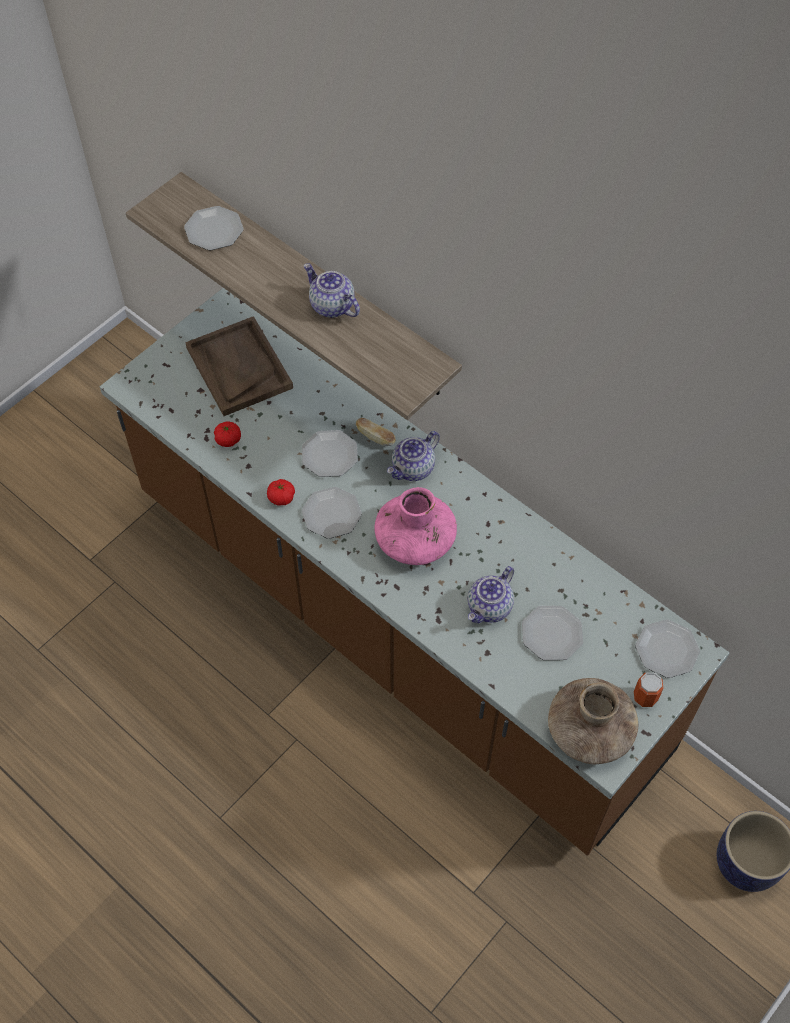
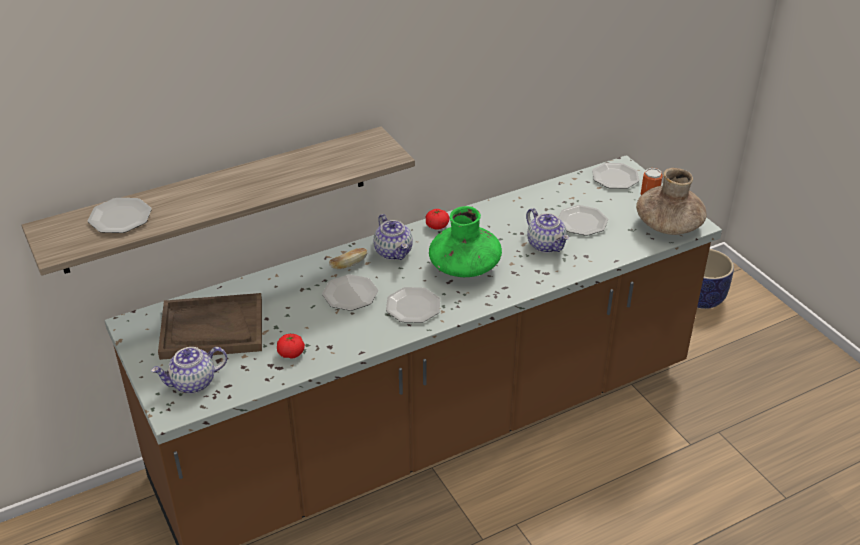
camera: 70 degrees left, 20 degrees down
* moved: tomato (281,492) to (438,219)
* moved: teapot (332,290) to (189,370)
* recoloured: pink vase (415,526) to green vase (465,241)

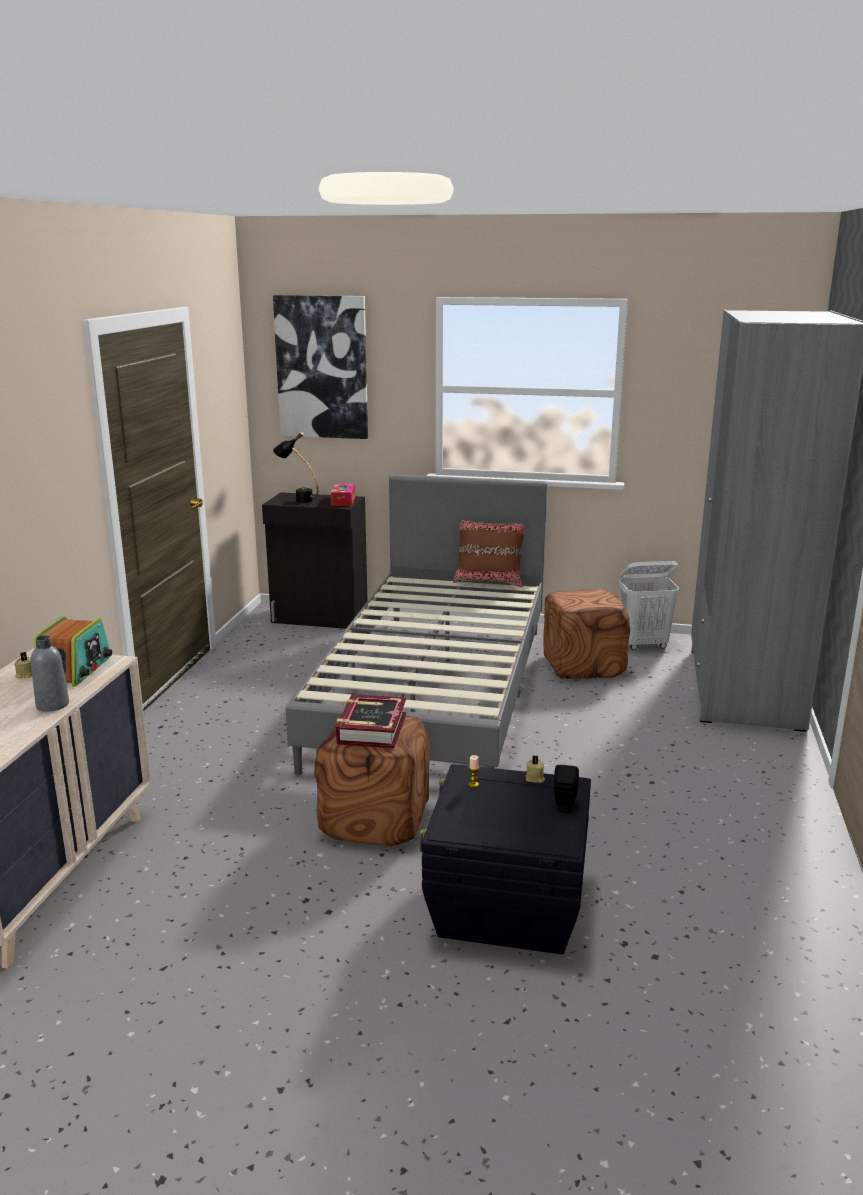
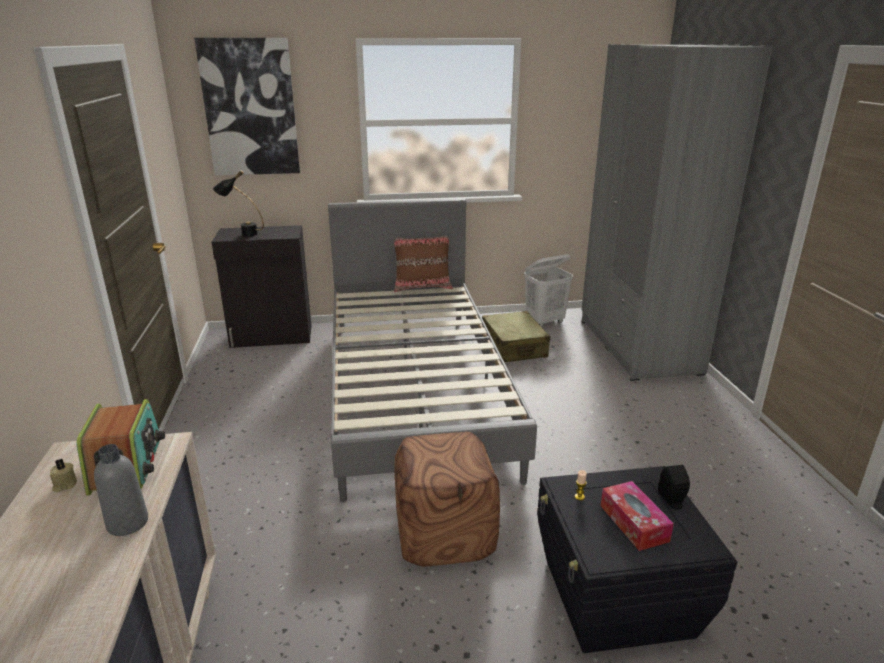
camera: 20 degrees left, 5 degrees up
* moved: tissue box (343,494) to (637,516)
* removed: book (371,721)
* removed: beige candle (535,769)
* replaced: brown ottoman (586,634) to beige suitcase (516,336)

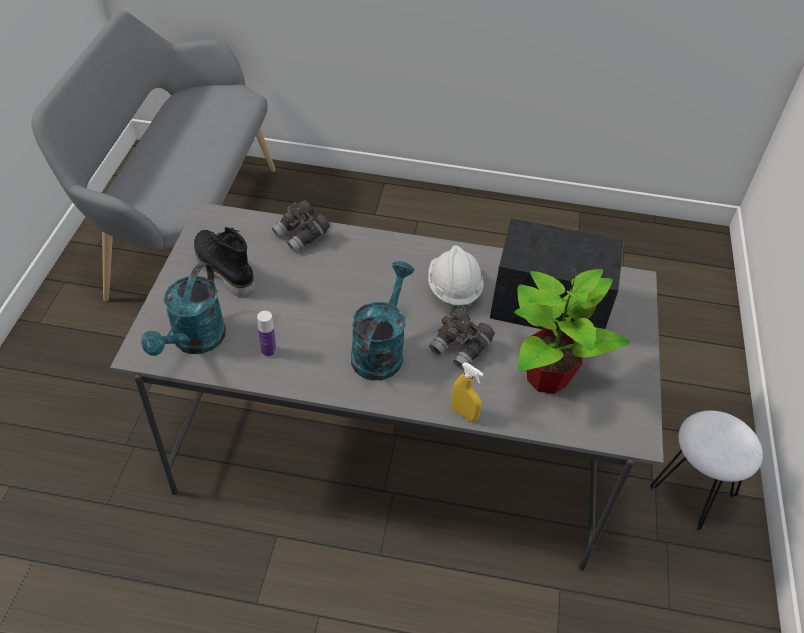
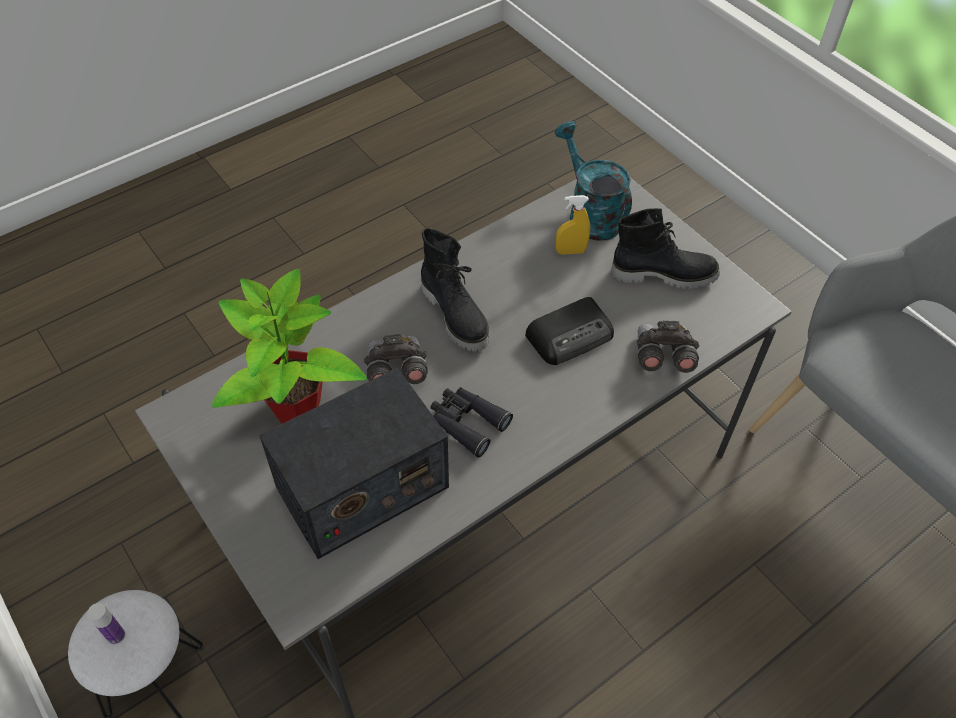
camera: 135 degrees right, 5 degrees up
* moved: bottle (266,334) to (106,623)
* replaced: turquoise watering can (382,321) to black boot (455,290)
* replaced: white hard hat (455,278) to black binoculars (471,422)
* moved: yellow spray bottle (467,392) to (573,225)
* added: radio (569,331)

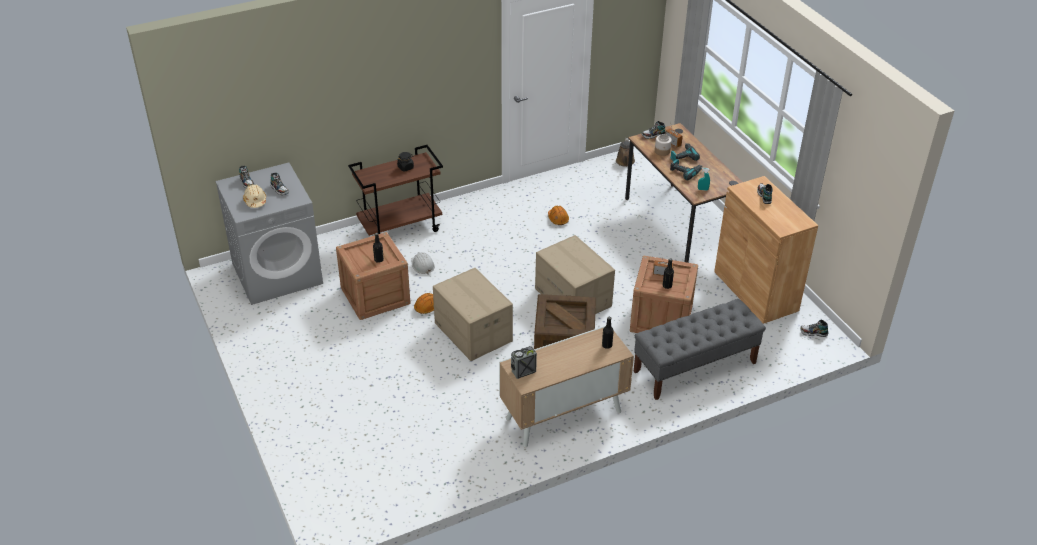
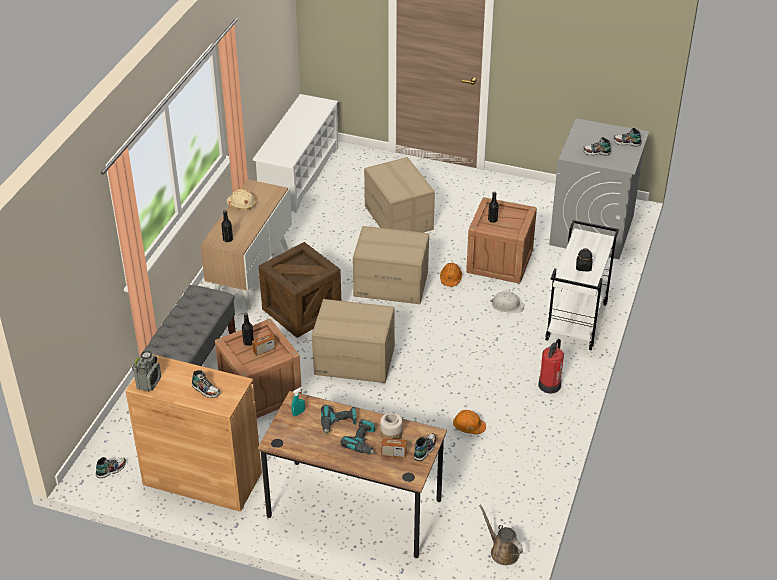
camera: 135 degrees right, 0 degrees up
* moved: beige hard hat (254,196) to (241,199)
* recoloured: brown cart (395,190) to white cart (582,285)
* moved: radio (524,362) to (147,371)
* added: white shoe rack (295,153)
* added: cardboard box (399,195)
* added: fire extinguisher (551,366)

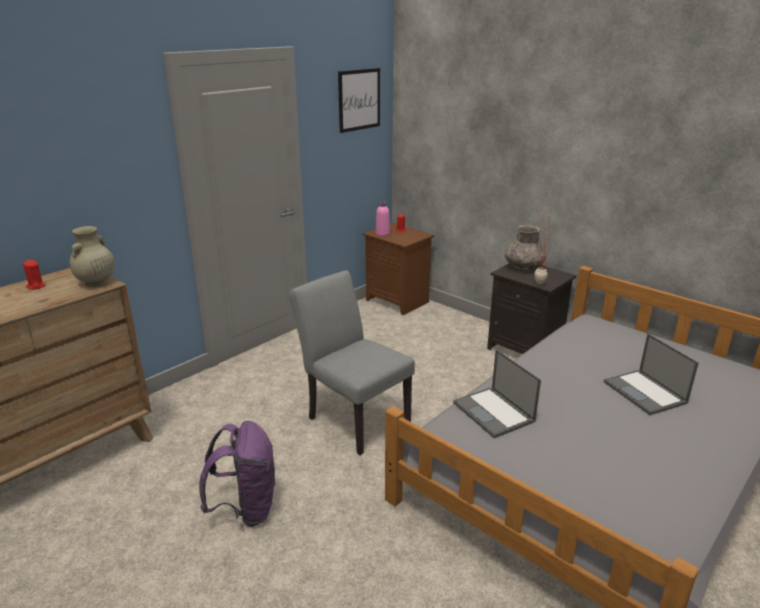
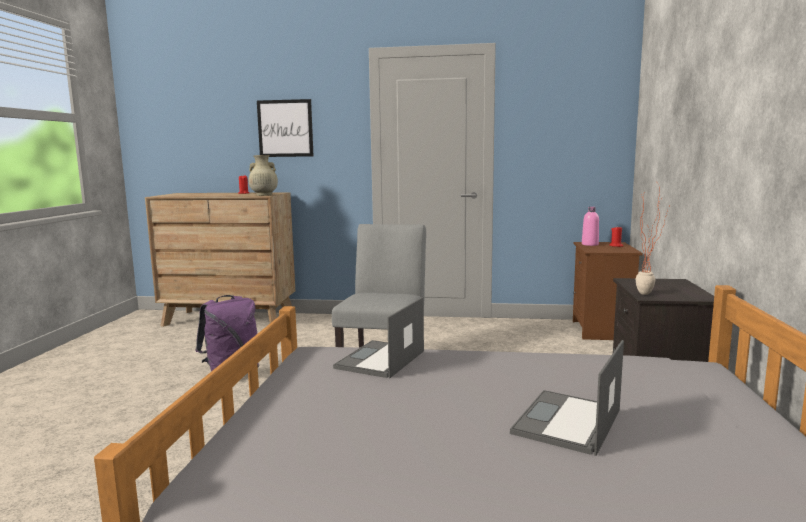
camera: 55 degrees right, 15 degrees down
* moved: picture (359,100) to (285,128)
* removed: grey vase (525,247)

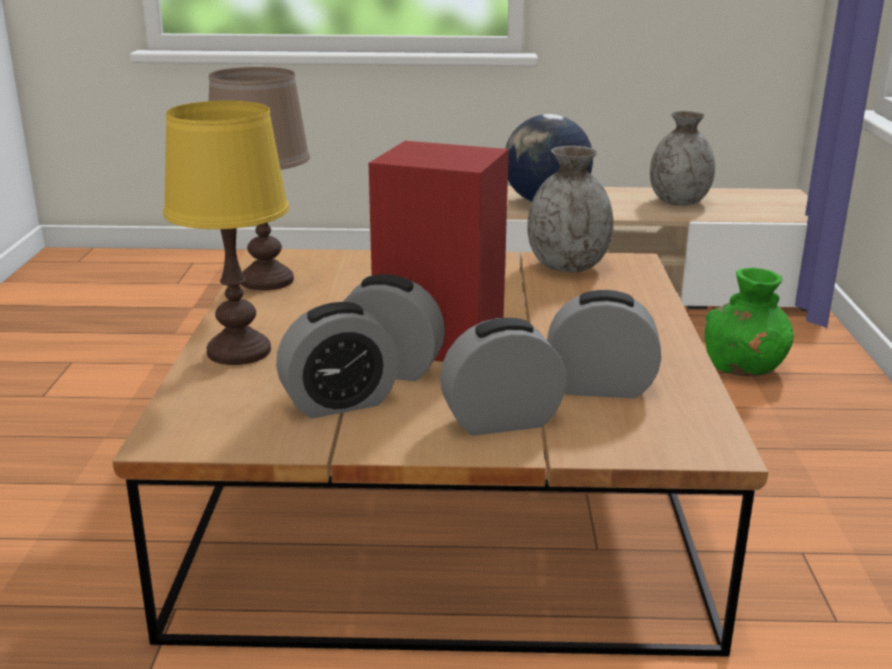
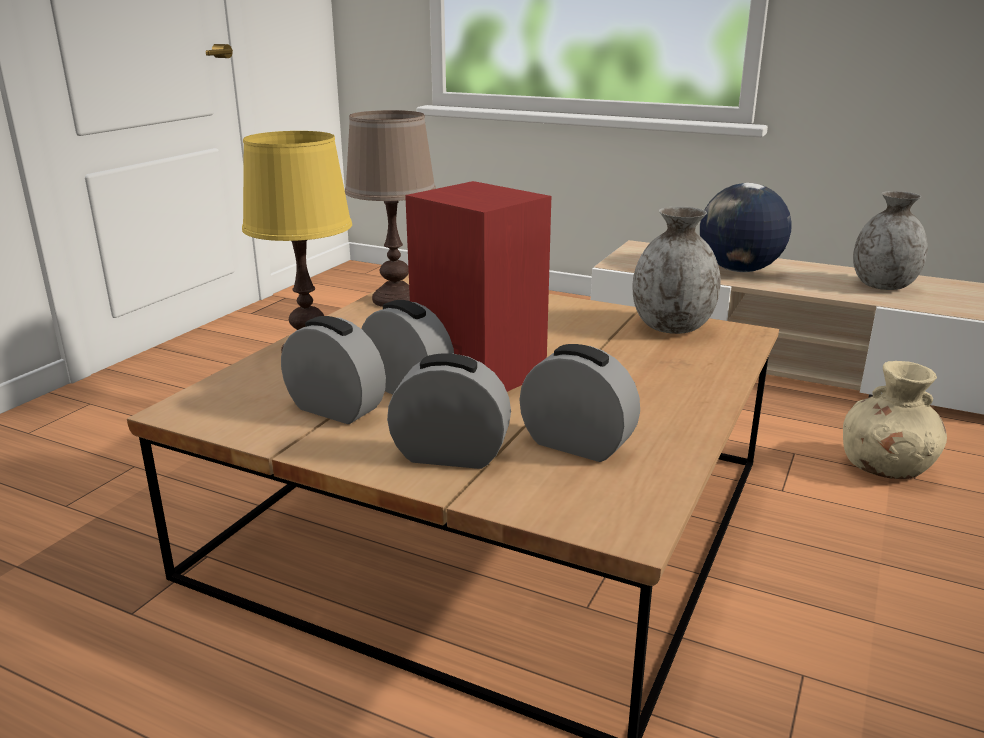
camera: 25 degrees right, 0 degrees up
* turned: alarm clock (337,360) = (333,370) 150 degrees counterclockwise
* recoloured: green vase (749,322) to beige vase (895,420)

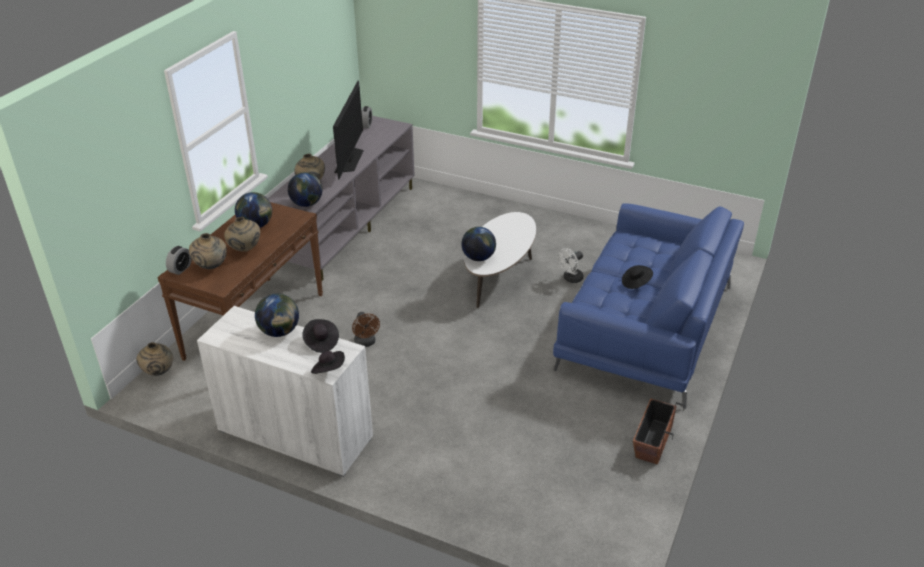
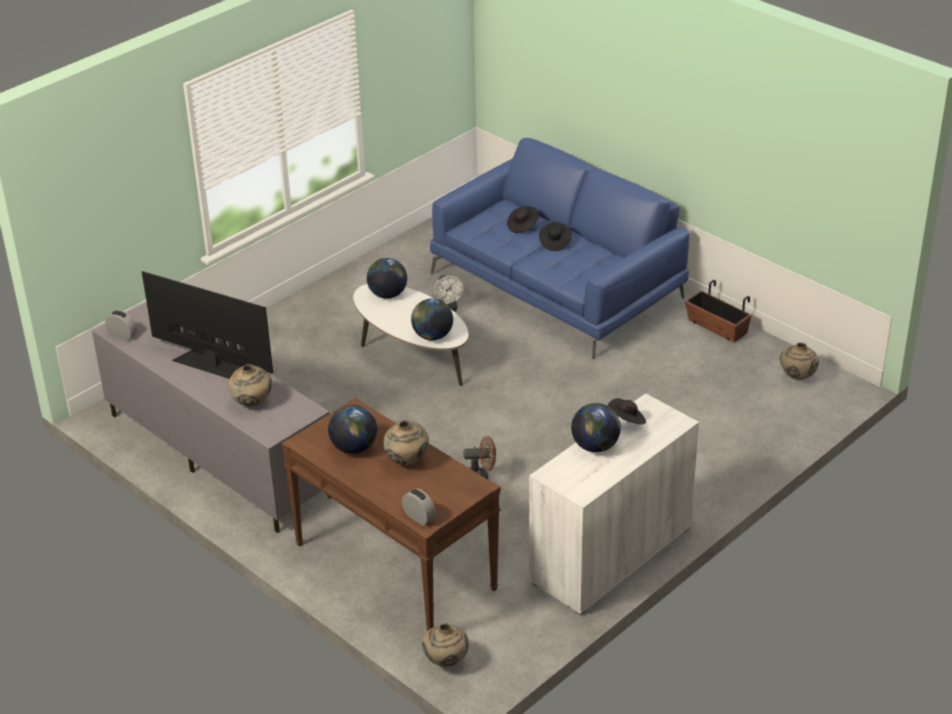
camera: 70 degrees left, 0 degrees up
* moved: beige vase (208,251) to (799,361)
* moved: globe (305,189) to (387,278)
* moved: black hat (328,362) to (523,220)

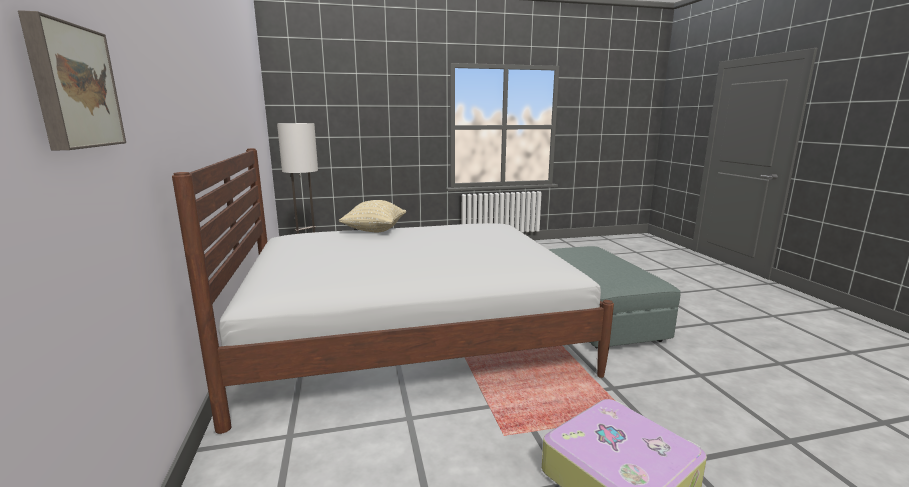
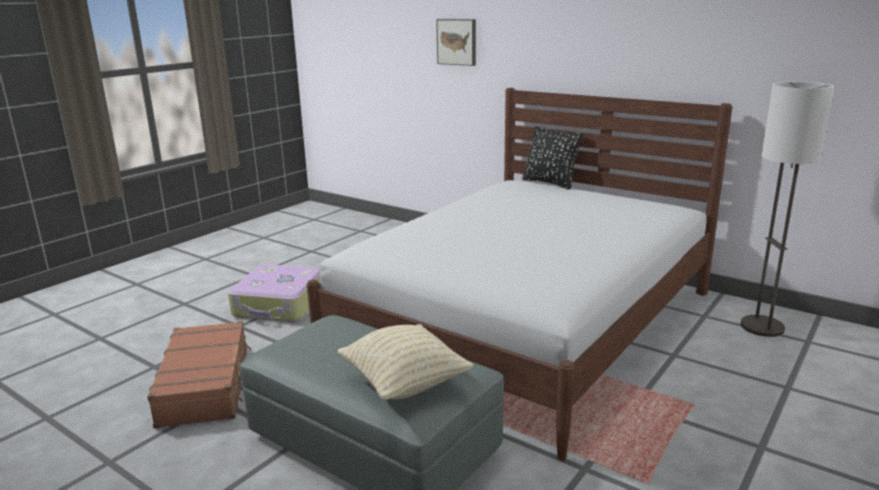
camera: 140 degrees right, 5 degrees up
* moved: beige pillow (372,216) to (405,362)
* added: brown suitcase (199,375)
* added: black pillow (553,158)

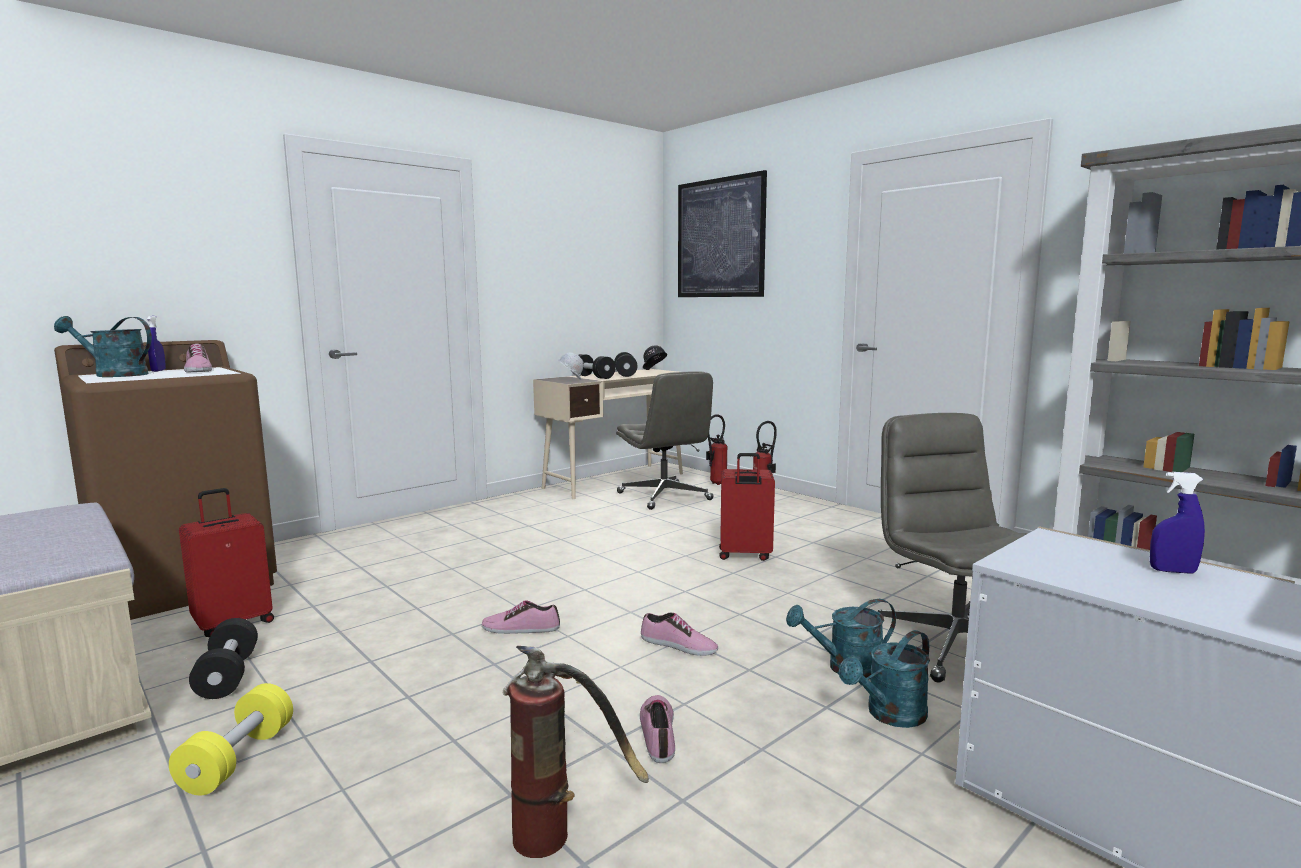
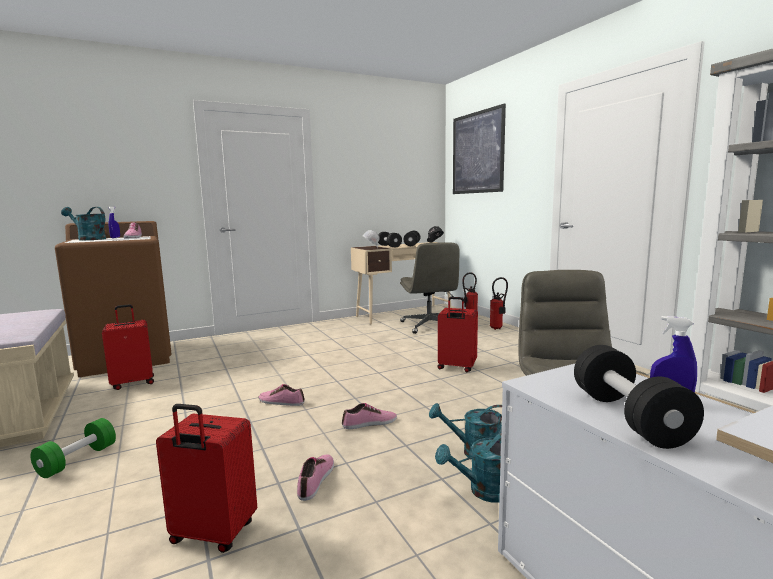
camera: 15 degrees right, 0 degrees up
* recoloured: yellow dumbbell (231,739) to green dumbbell (73,448)
* moved: black dumbbell (223,658) to (639,397)
* replaced: fire extinguisher (576,752) to red suitcase (206,478)
* turned: shoe (679,634) = (369,416) 60 degrees counterclockwise

